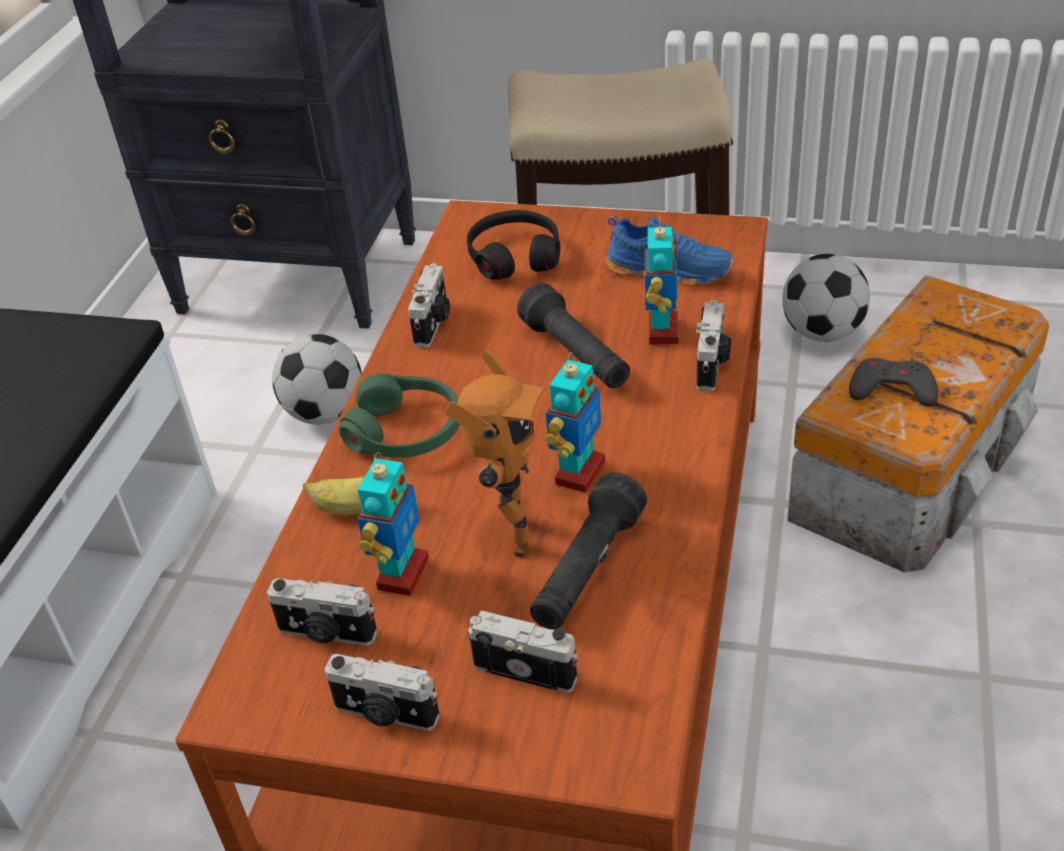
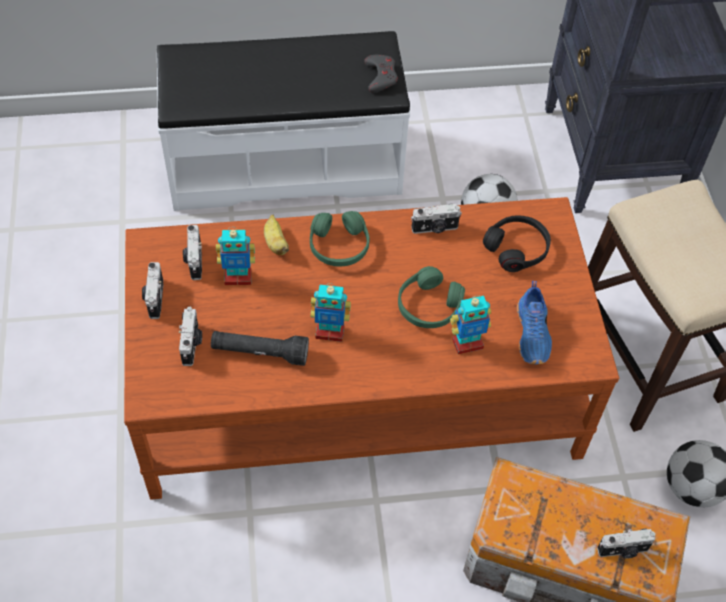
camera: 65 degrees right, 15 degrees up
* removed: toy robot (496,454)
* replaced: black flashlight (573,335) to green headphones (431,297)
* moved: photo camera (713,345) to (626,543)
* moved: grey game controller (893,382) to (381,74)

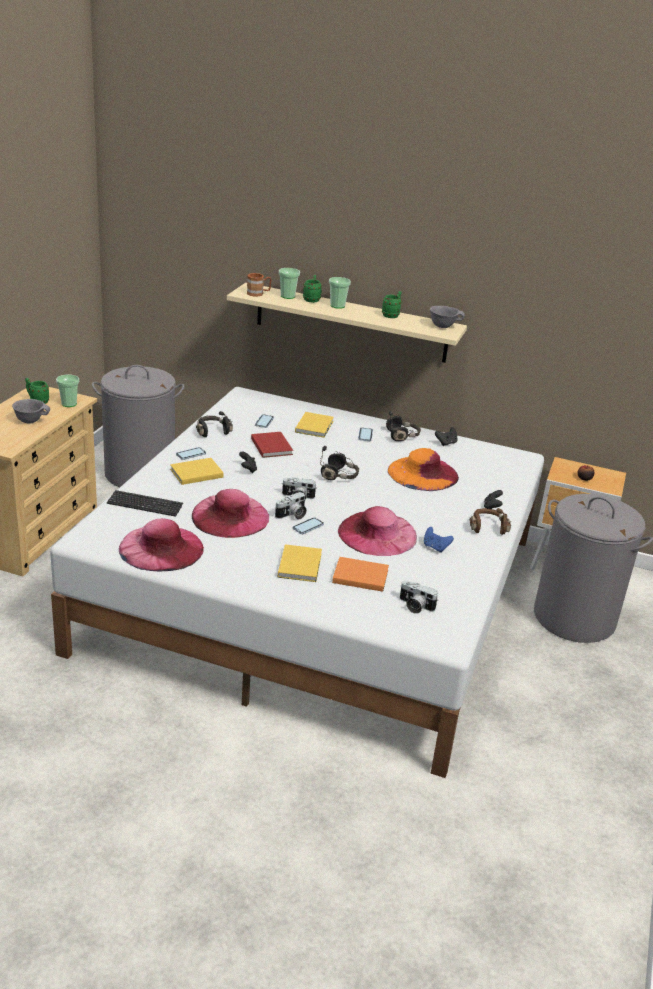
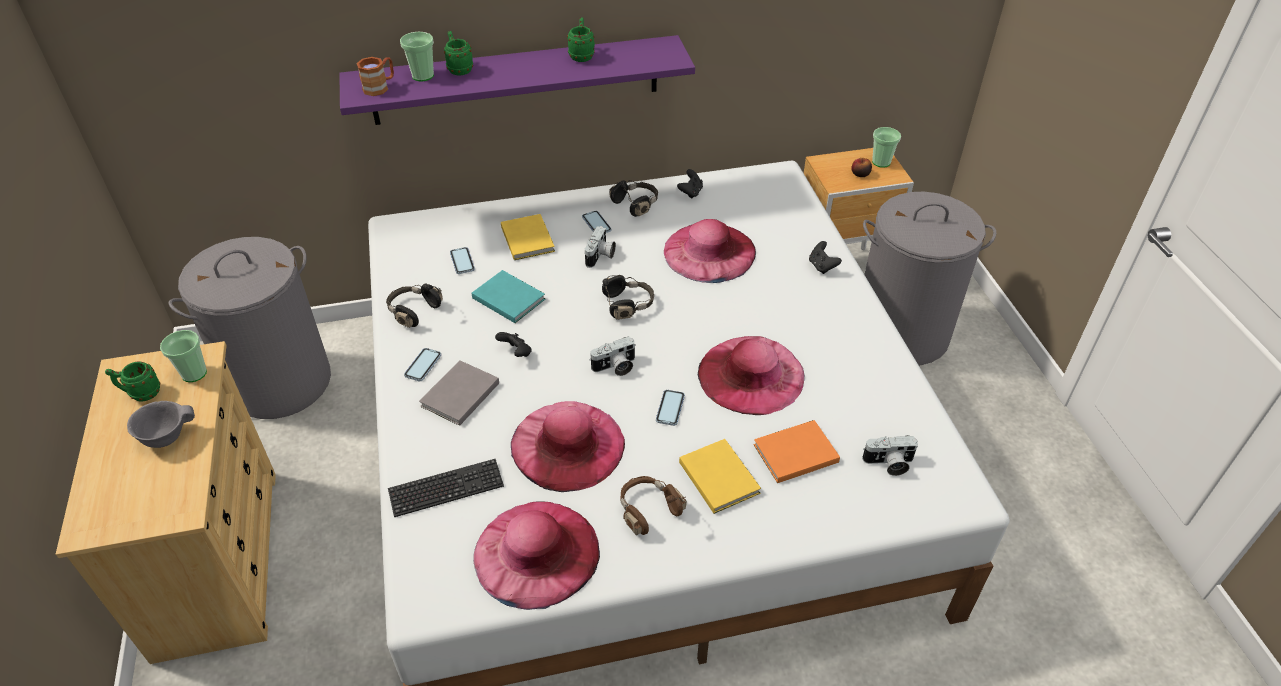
camera: 30 degrees left, 15 degrees up
* recoloured: yellow book (197,471) to grey book (459,393)
* recoloured: beige shelf (347,323) to purple shelf (517,80)
* recoloured: red book (272,445) to turquoise book (508,296)
* moved: photo camera (291,506) to (600,247)
* moved: cup (340,293) to (886,147)
* recoloured: orange hat (423,469) to pink hat (710,251)
* removed: blue game controller (439,540)
* removed: grey bowl (447,317)
* moved: brown headphones (490,521) to (653,505)

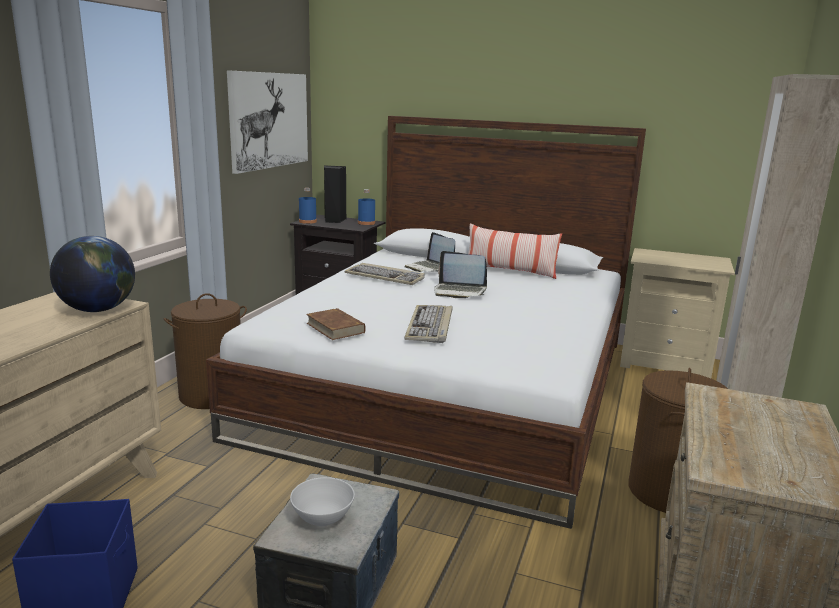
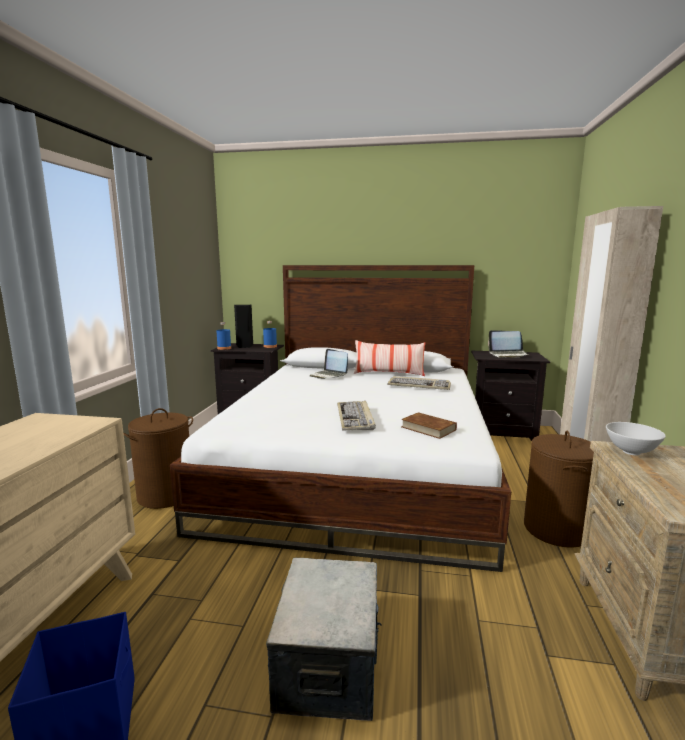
camera: 10 degrees left, 5 degrees down
* removed: globe (92,274)
* removed: picture (267,122)
* moved: white bowl (322,501) to (636,439)
* moved: brown book (335,324) to (429,425)
* moved: keyboard (385,274) to (419,383)
* moved: laptop (460,274) to (508,344)
* recoloured: beige nightstand (677,313) to black nightstand (510,396)

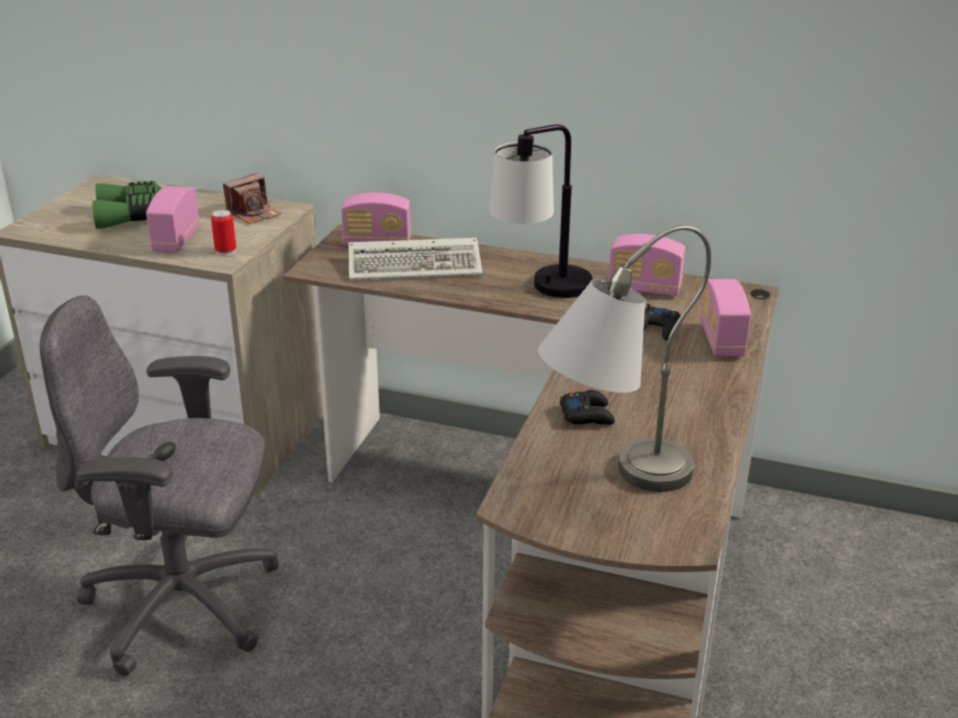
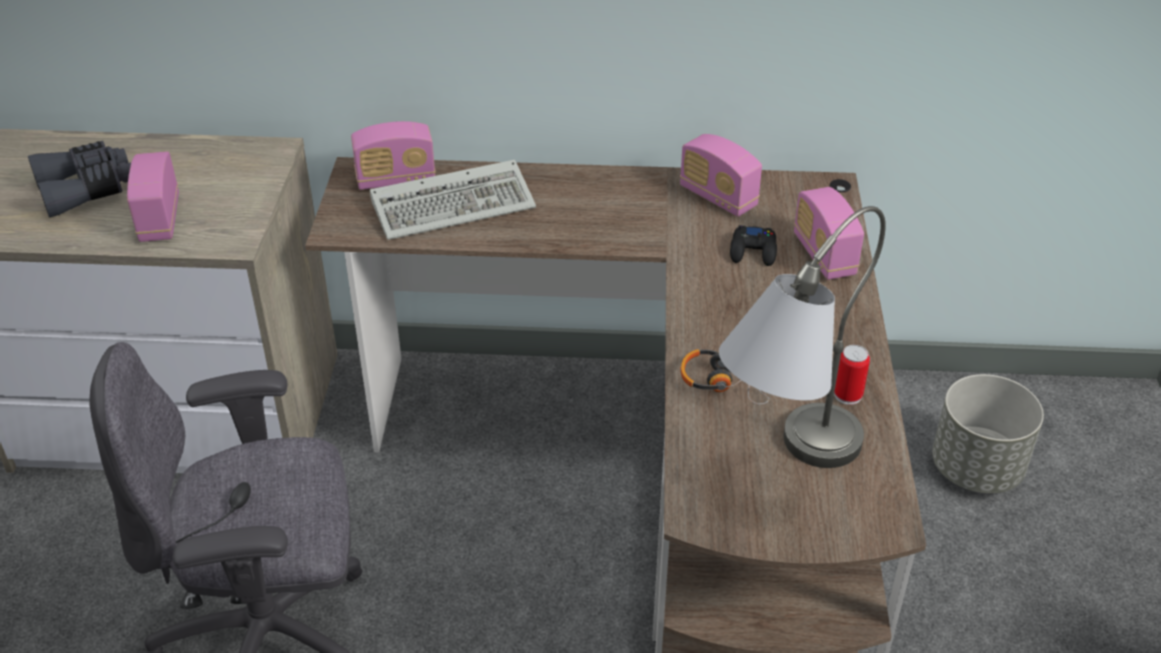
camera: 15 degrees left, 10 degrees up
* recoloured: green binoculars (126,205) to grey binoculars (79,179)
* moved: can (223,233) to (852,375)
* removed: photo camera (252,198)
* removed: table lamp (541,211)
* replaced: black game controller (587,407) to headphones (724,377)
* turned: radio (646,265) = (721,175) 45 degrees clockwise
* added: grey planter (988,433)

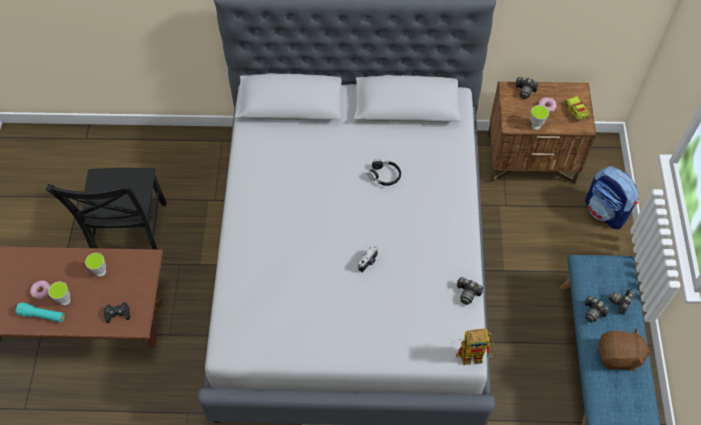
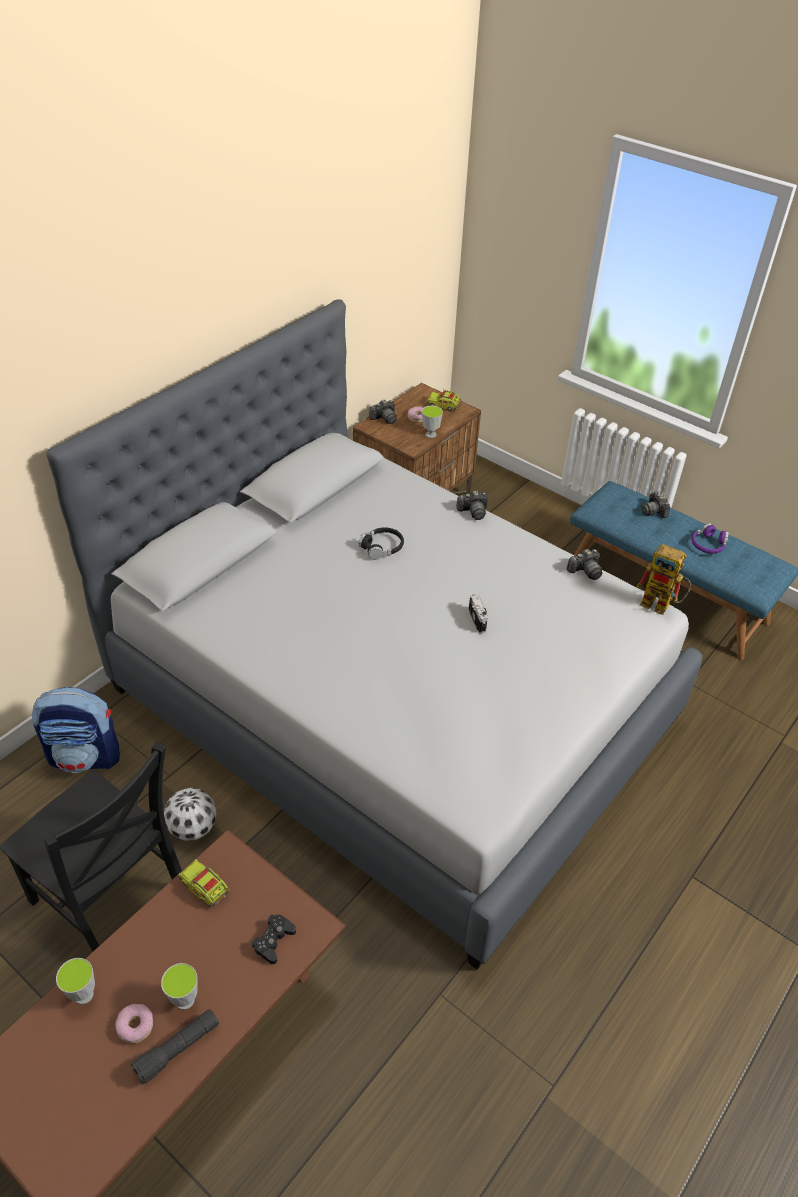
camera: 55 degrees left, 15 degrees down
* recoloured: turquoise flashlight (40,312) to black flashlight (175,1046)
* moved: cup (95,265) to (75,981)
* turned: toy robot (474,347) = (663,579) 90 degrees clockwise
* moved: photo camera (597,309) to (472,505)
* moved: backpack (612,197) to (76,730)
* replaced: brown plush toy (624,349) to purple headphones (710,538)
* added: football (190,814)
* added: toy truck (203,883)

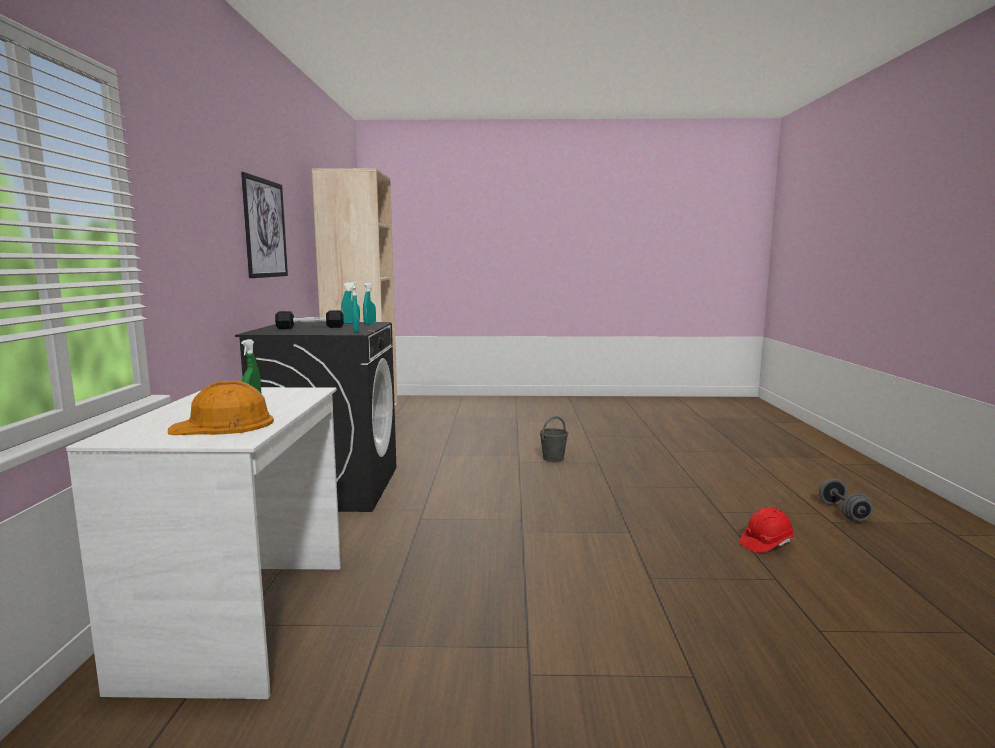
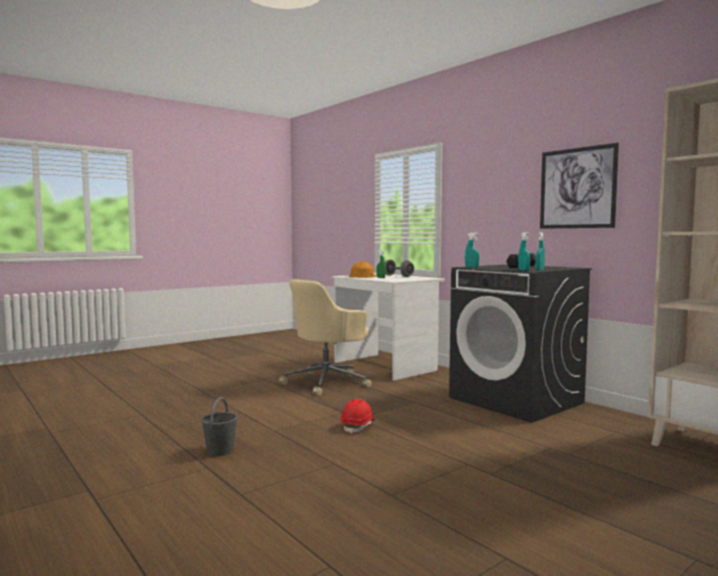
camera: 140 degrees right, 5 degrees down
* moved: grey bucket (554,439) to (219,426)
* moved: red hard hat (767,530) to (358,416)
* moved: grey dumbbell (846,500) to (399,268)
* added: beige office chair (325,337)

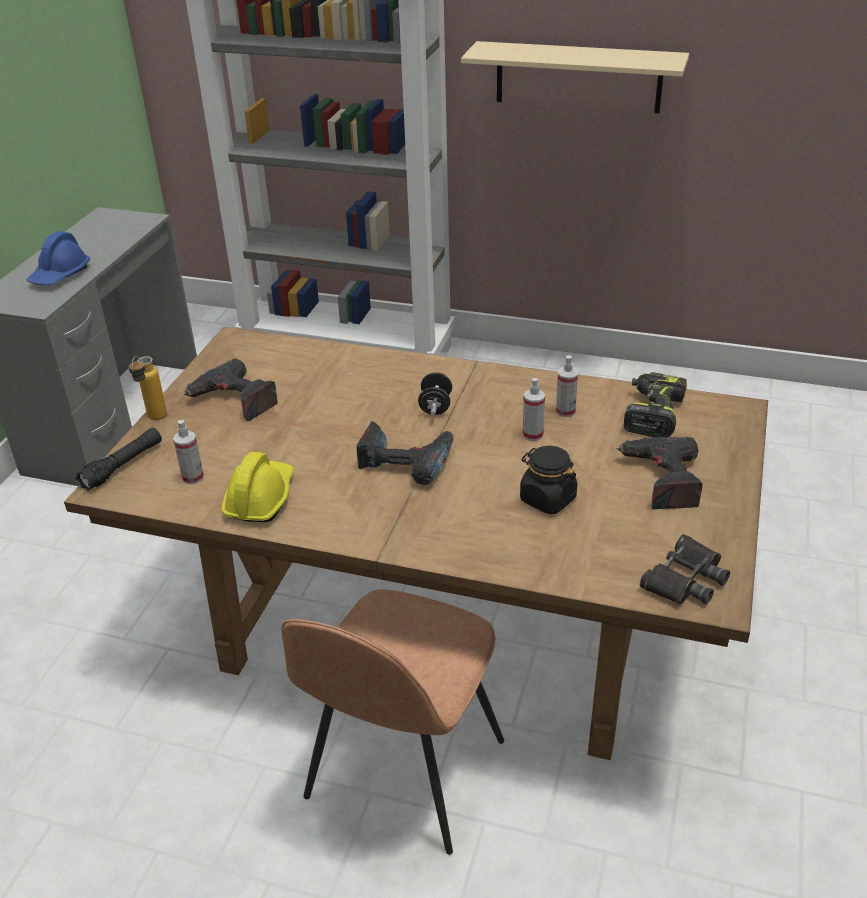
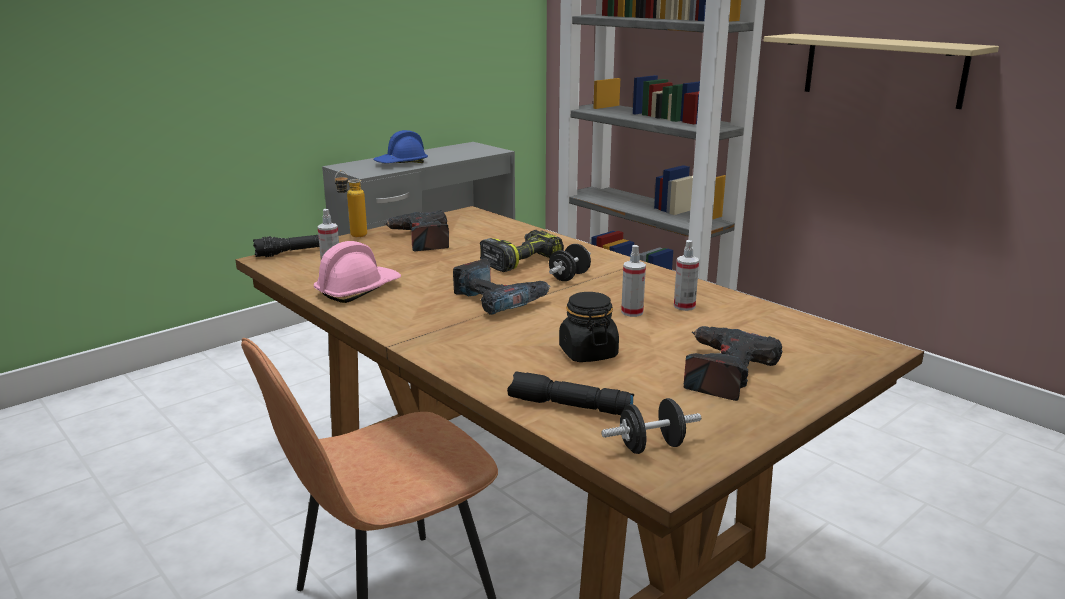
camera: 30 degrees right, 15 degrees down
* recoloured: yellow hard hat (258,487) to pink hard hat (357,272)
* moved: power drill (655,404) to (522,251)
* replaced: black binoculars (685,569) to black dumbbell (651,426)
* added: black flashlight (570,393)

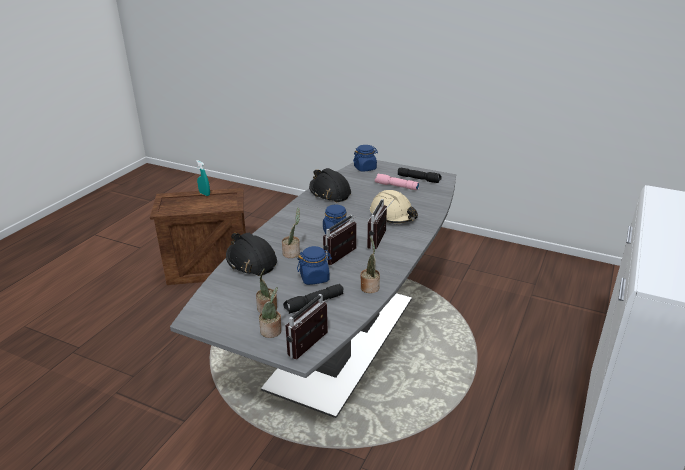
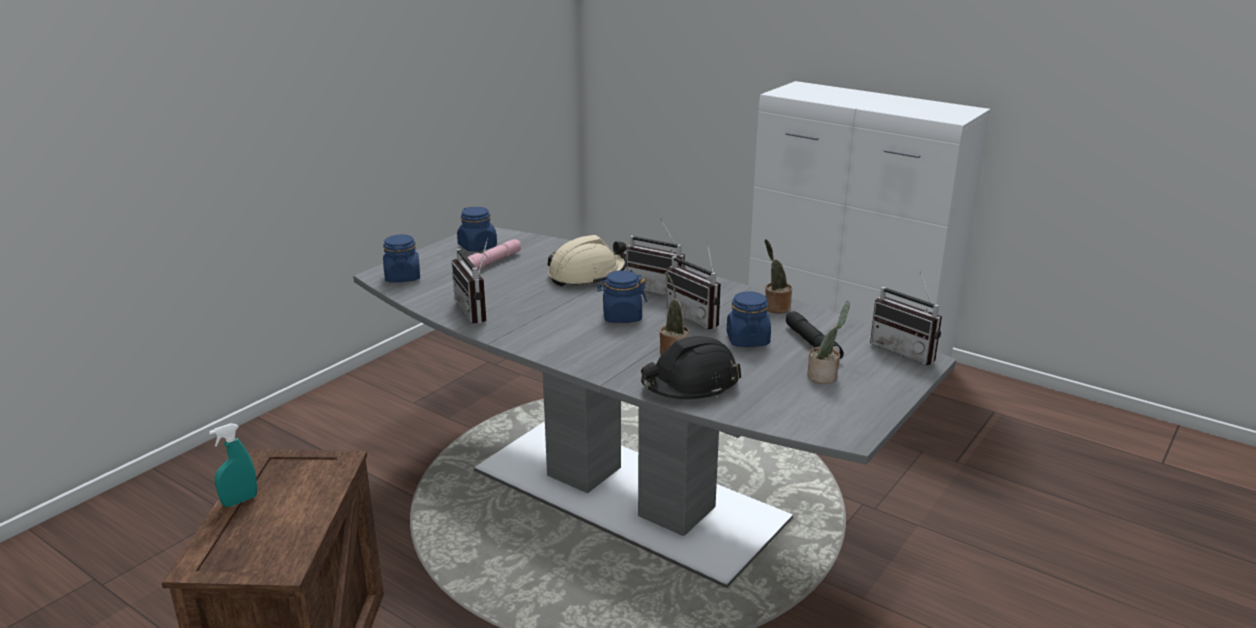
camera: 80 degrees left, 5 degrees down
* removed: potted plant (270,312)
* replaced: black hard hat (330,185) to radio (469,281)
* replaced: black flashlight (419,175) to blue jar (477,229)

